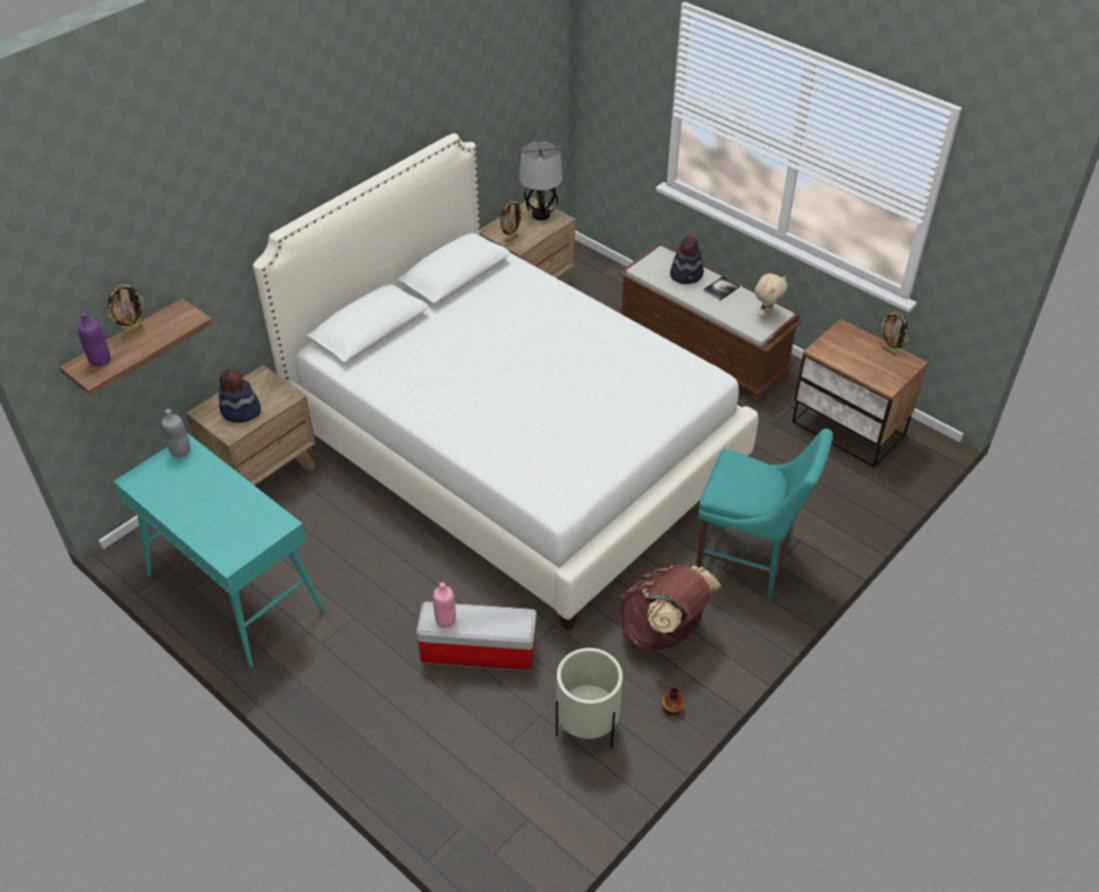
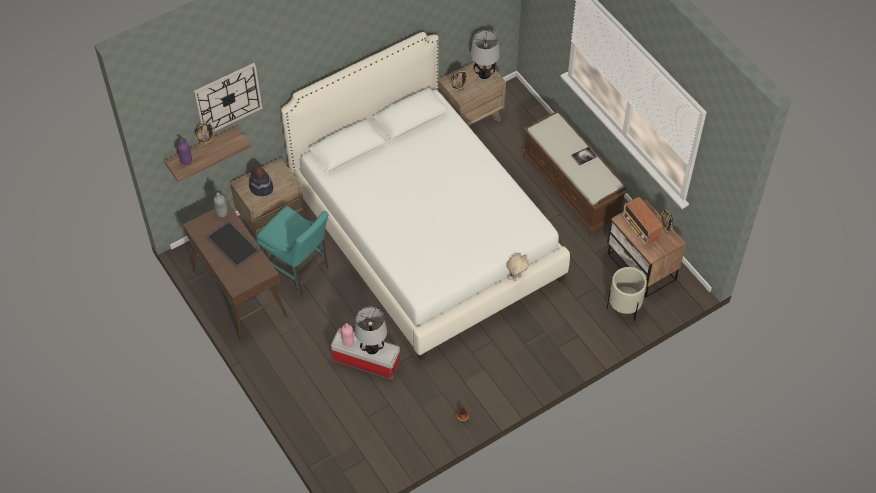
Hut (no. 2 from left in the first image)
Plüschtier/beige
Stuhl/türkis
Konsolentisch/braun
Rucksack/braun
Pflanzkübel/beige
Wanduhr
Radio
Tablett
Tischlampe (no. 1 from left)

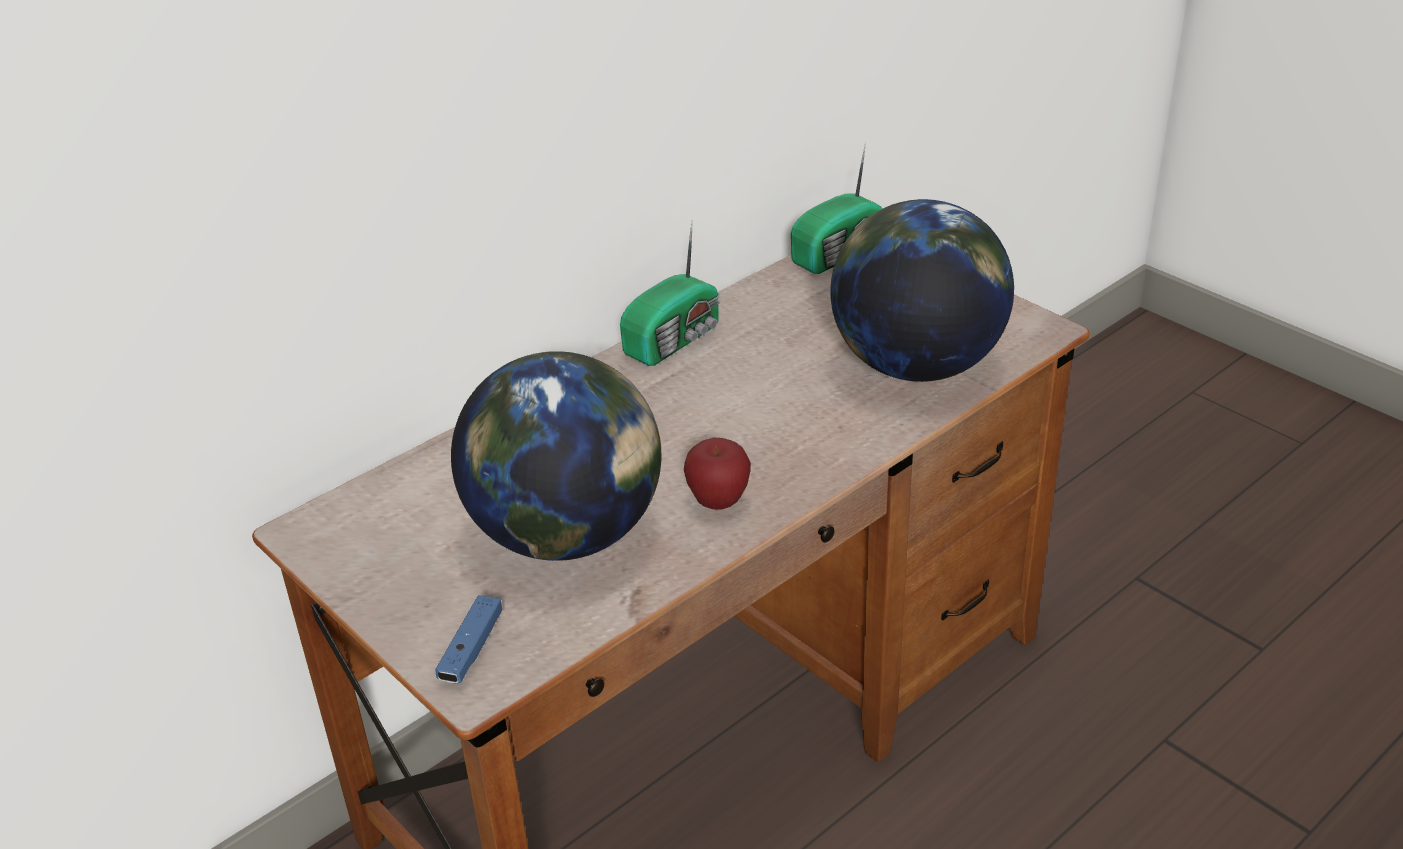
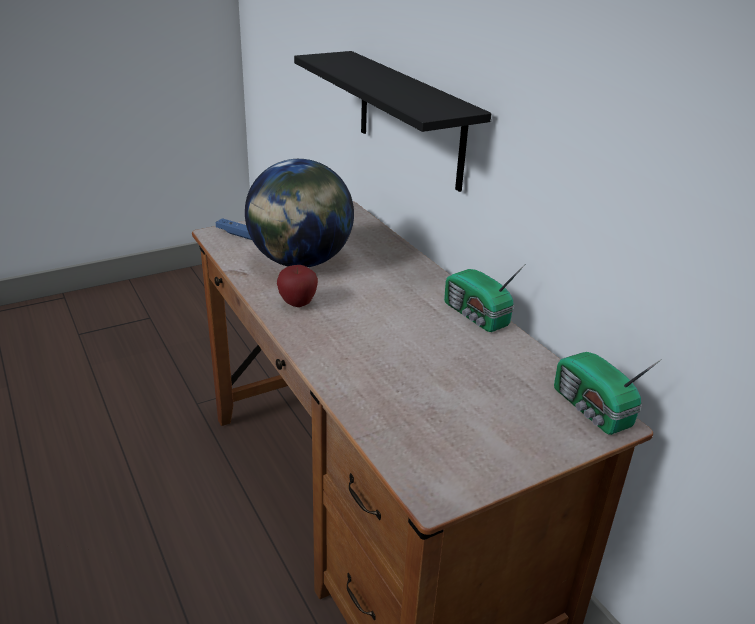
Globus (no. 2 from left in the first image)
Wandregal/schwarz

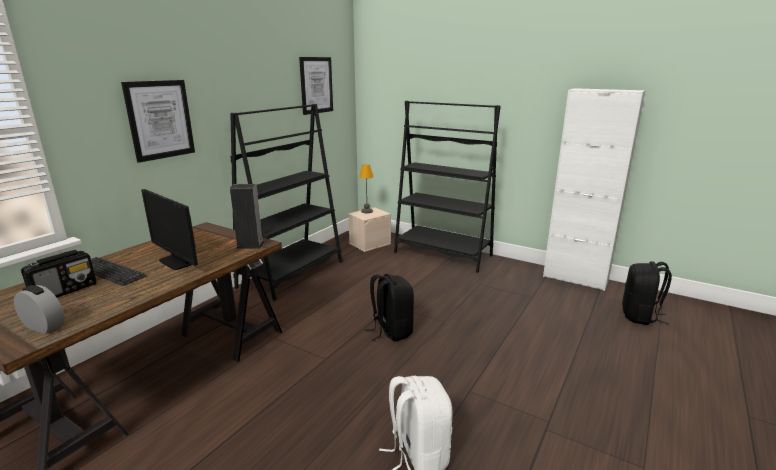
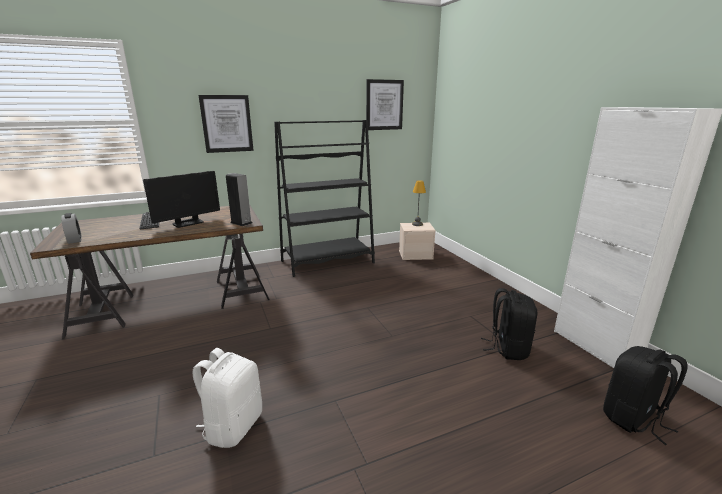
Bücherregal/schwarz (no. 2 from left in the first image)
Monitor
Radio
Rucksack/schwarz (no. 1 from left)

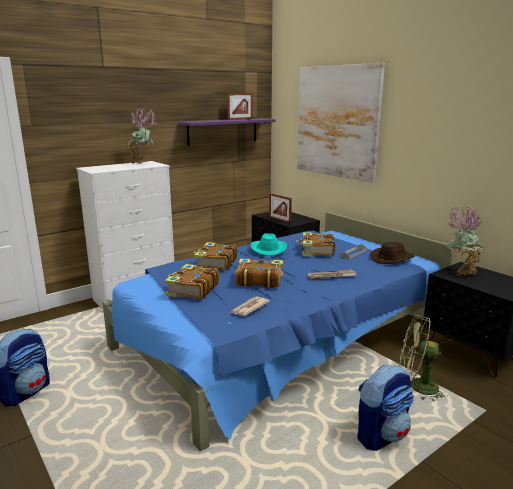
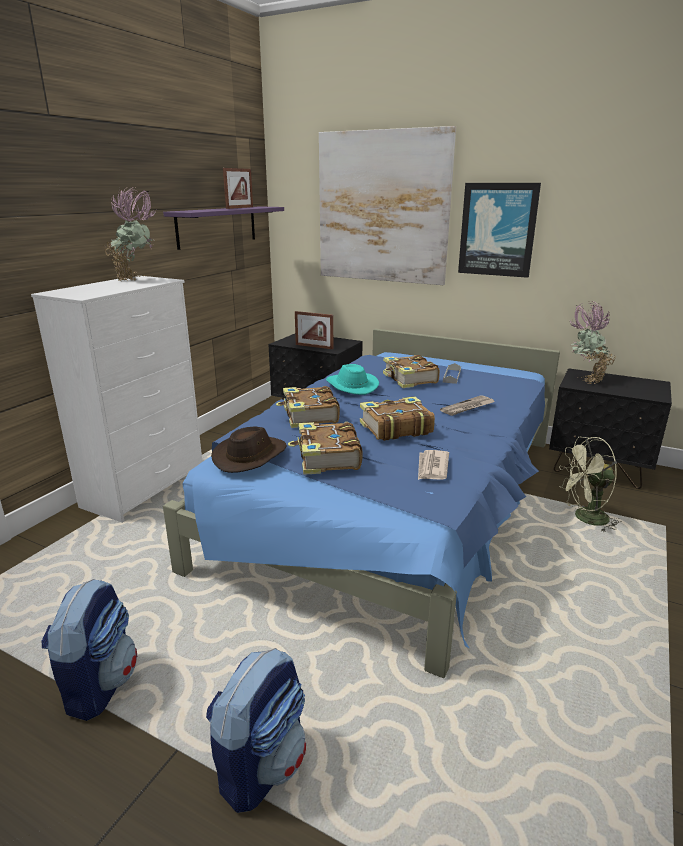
Hut/braun
Rucksack (no. 2 from left)
Bild (no. 2 from left)

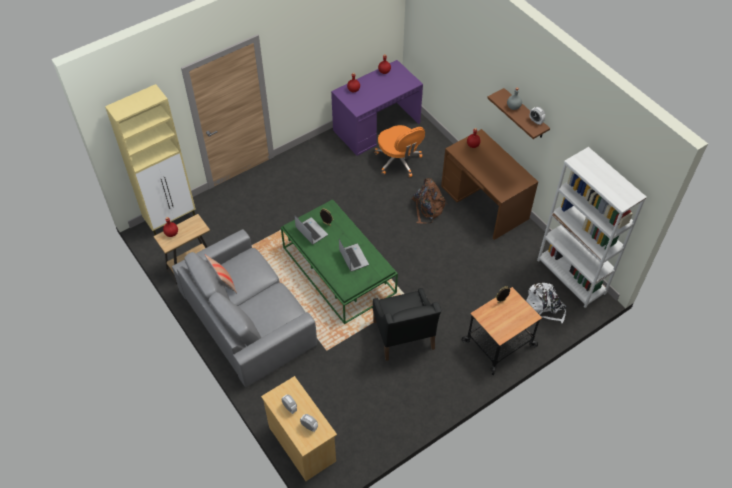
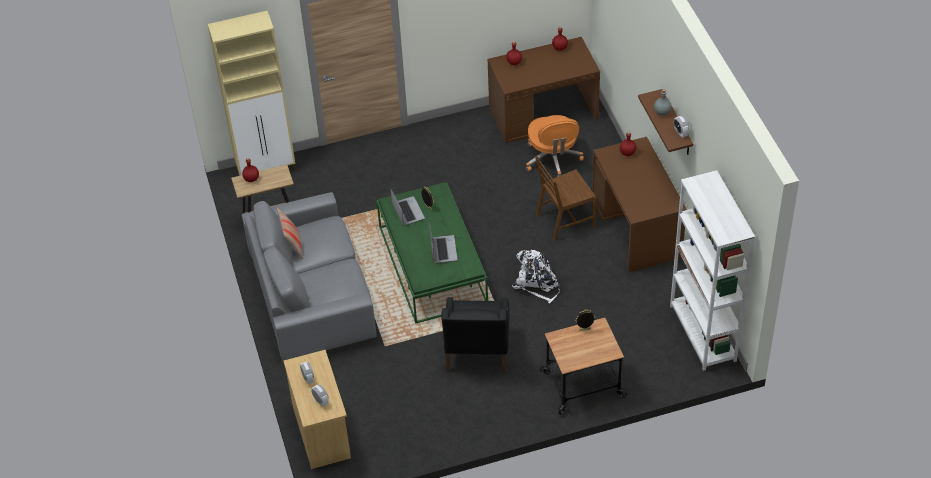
Schreibtisch/braun (no. 1 from left)
Stuhl/braun
Rucksack/weiß

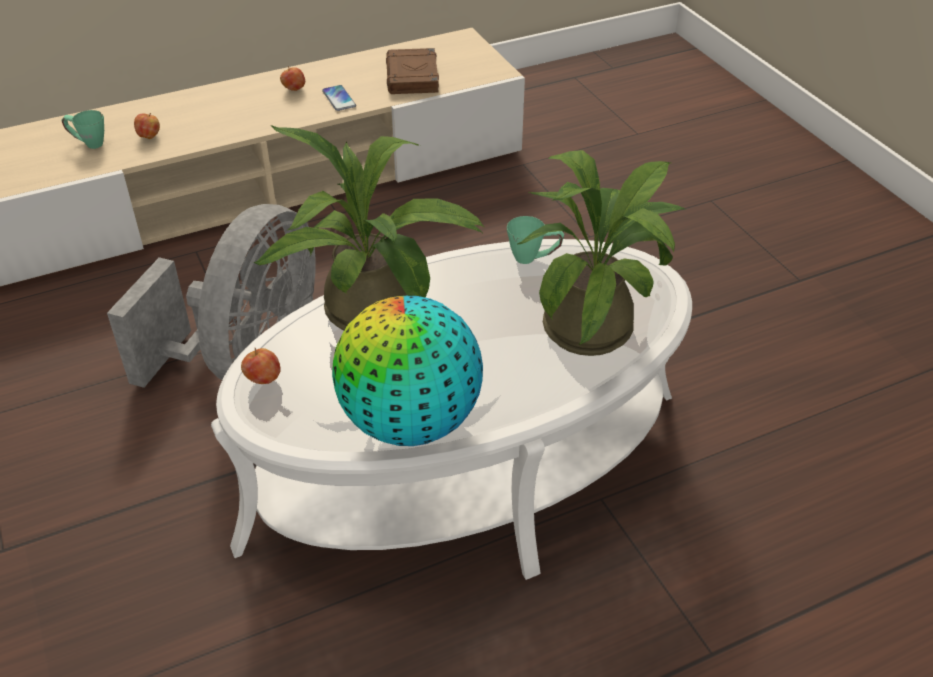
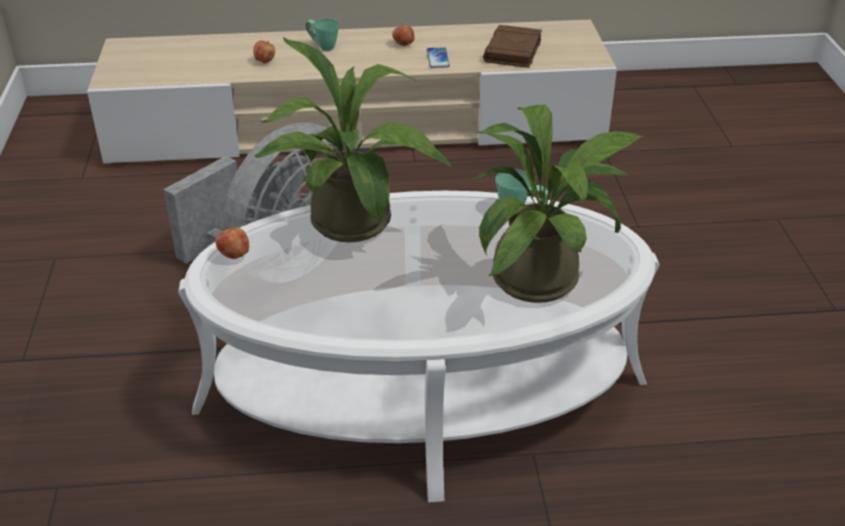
Henkelbecher/grün (no. 1 from left)
Globus

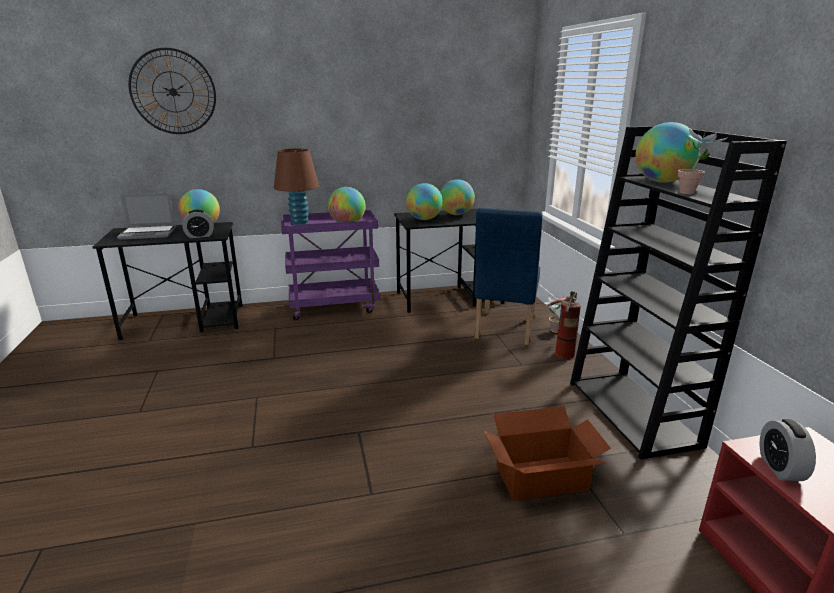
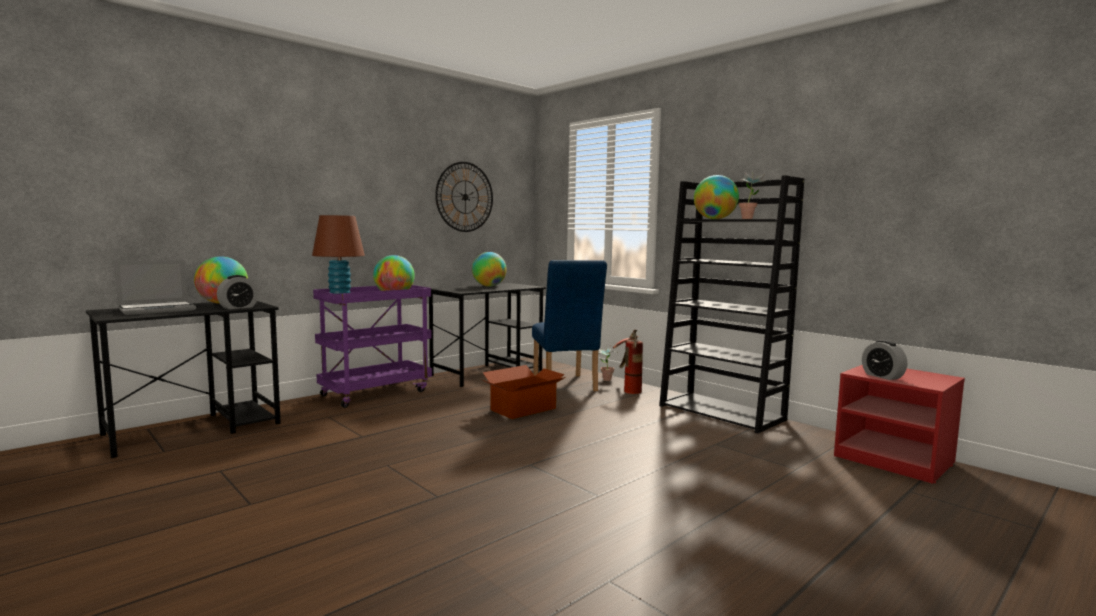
Wanduhr
Globus (no. 3 from left in the first image)
Karton

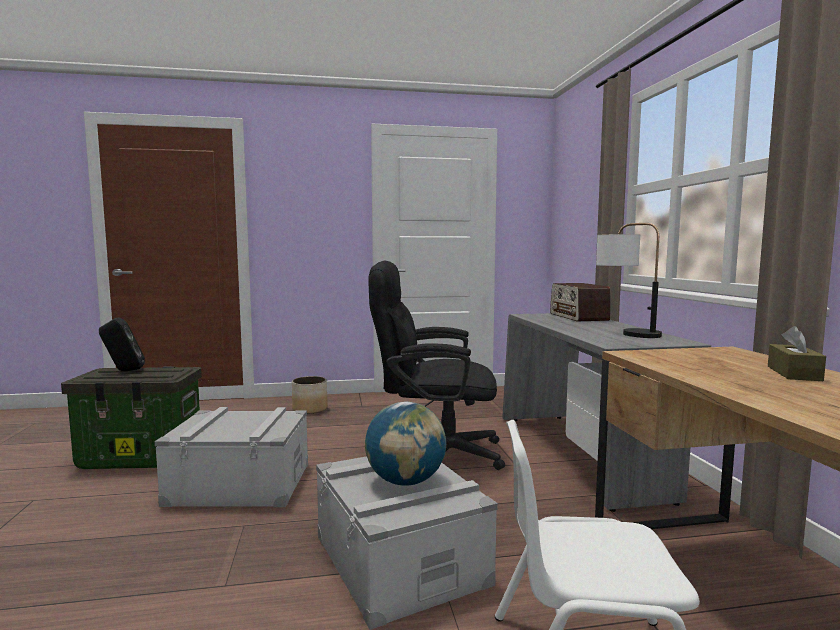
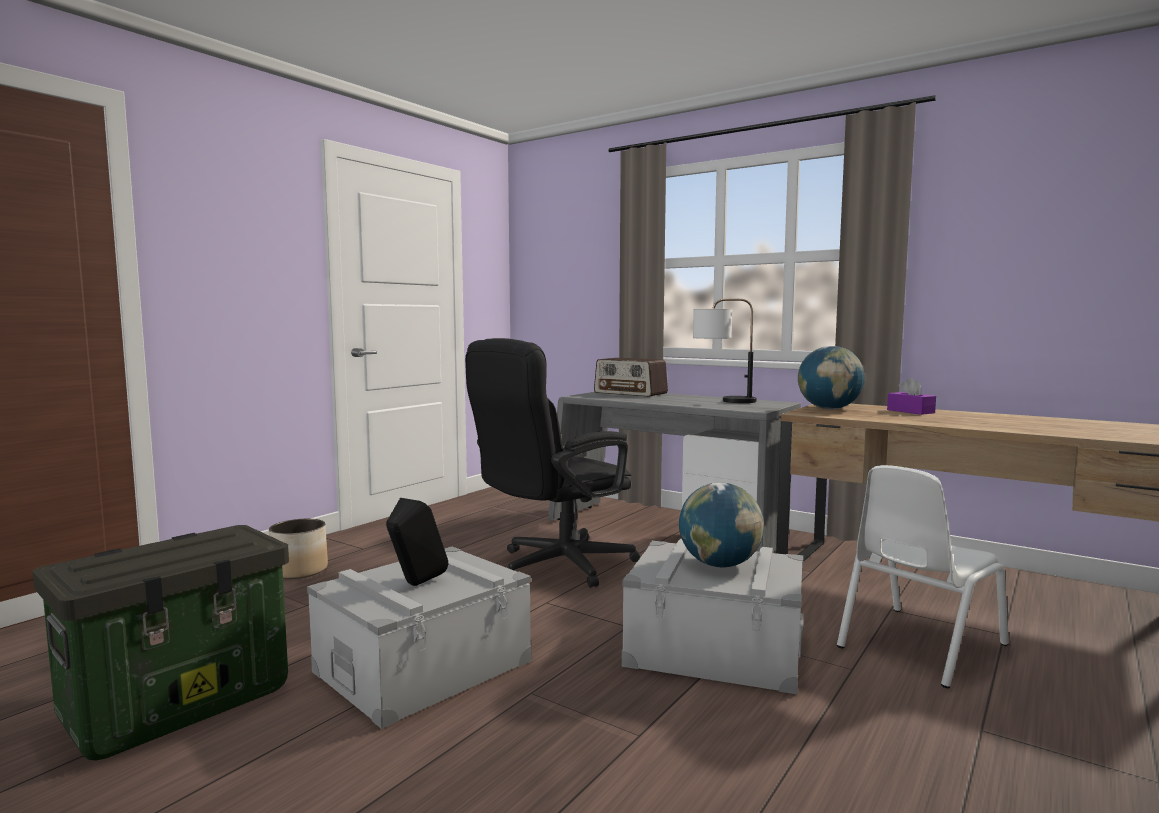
Lautsprecher/schwarz
Taschentuchbox/lila
Globus (no. 2 from left)

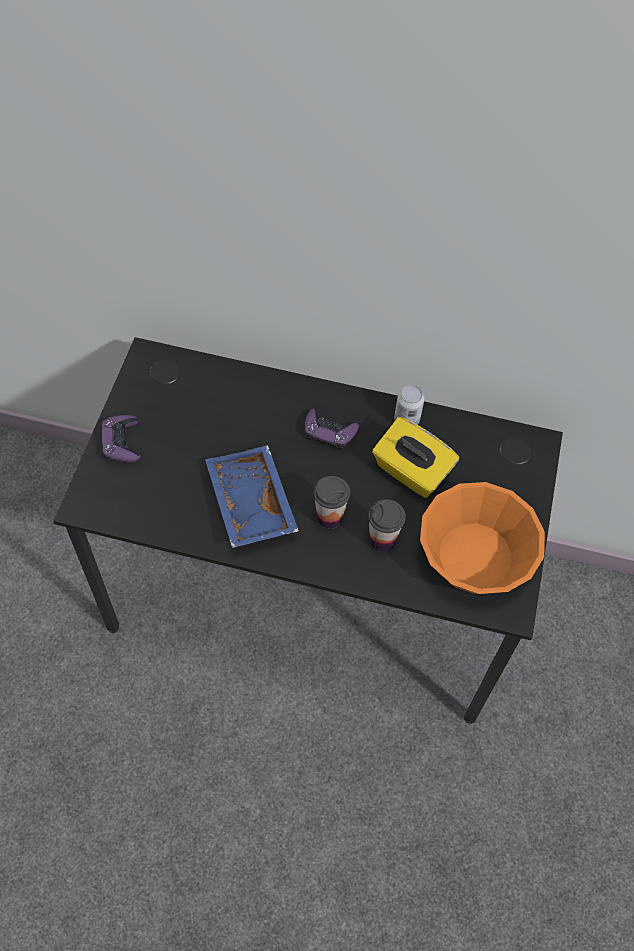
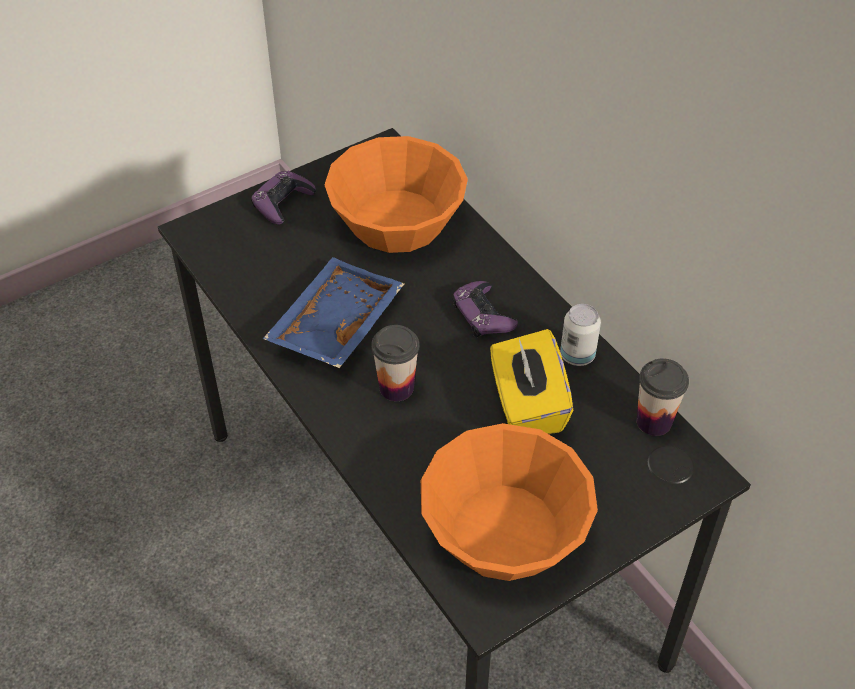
Tasse (no. 2 from left)
Schüssel/orange (no. 1 from left)

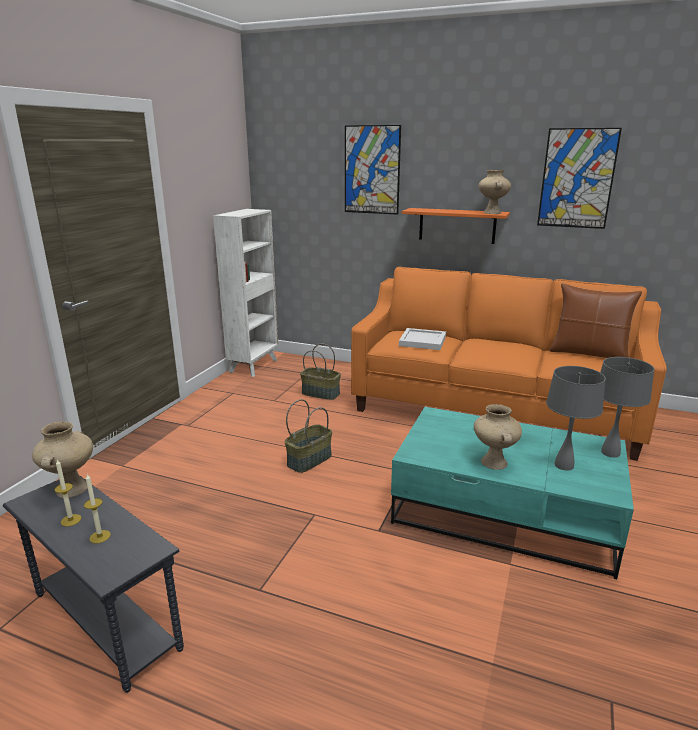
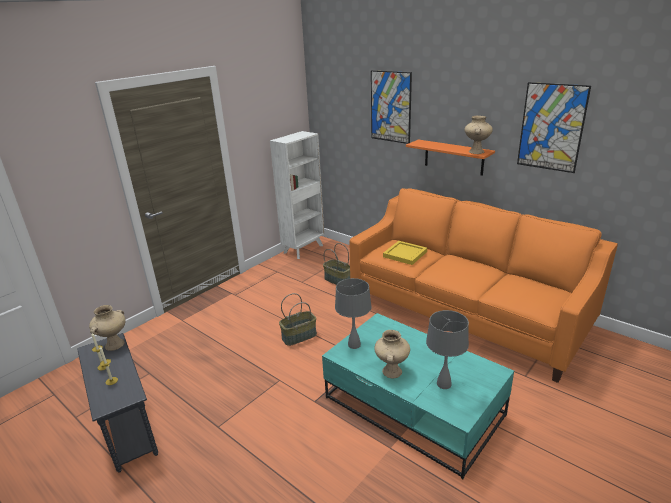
Kissen/braun
Tablett/gelb
Tischlampe/grau (no. 1 from left)

